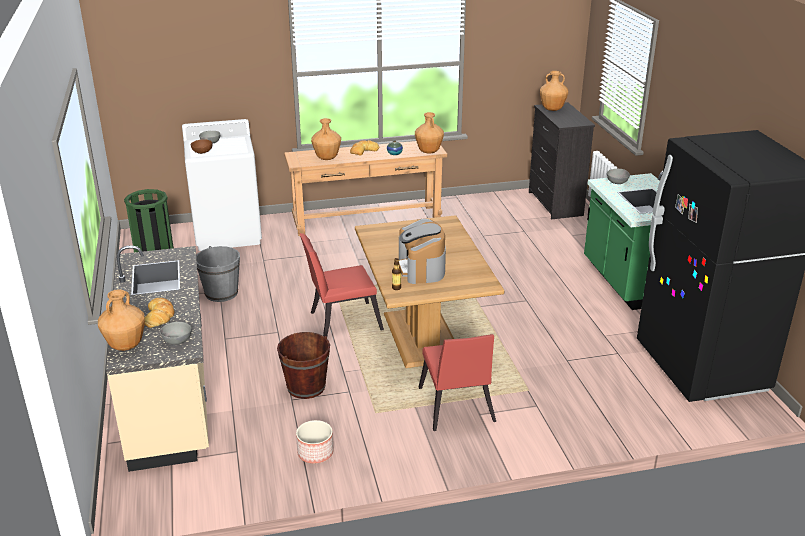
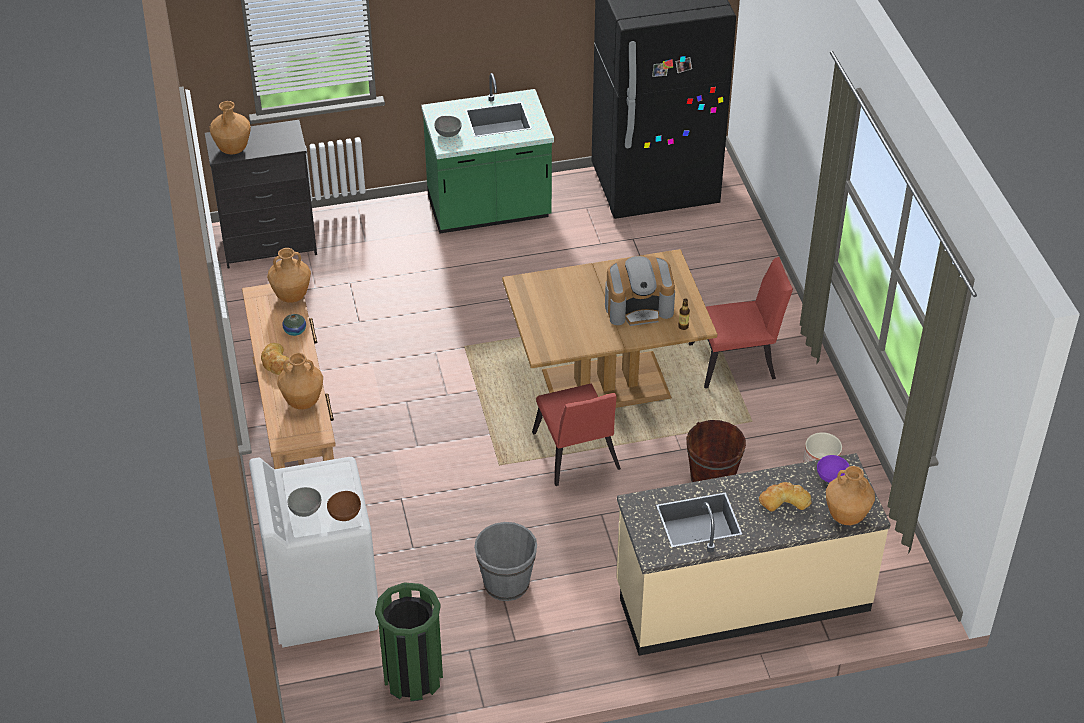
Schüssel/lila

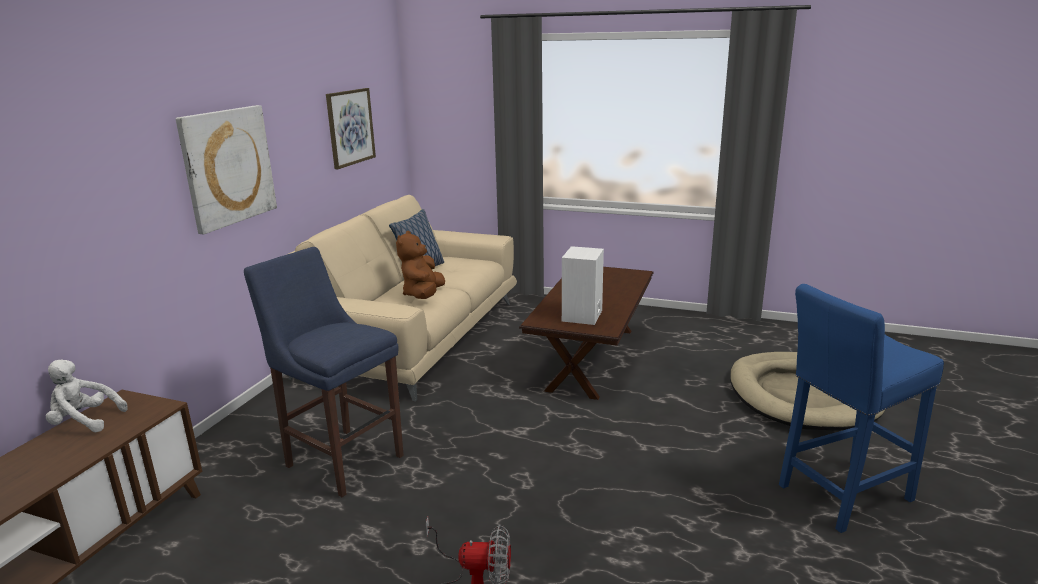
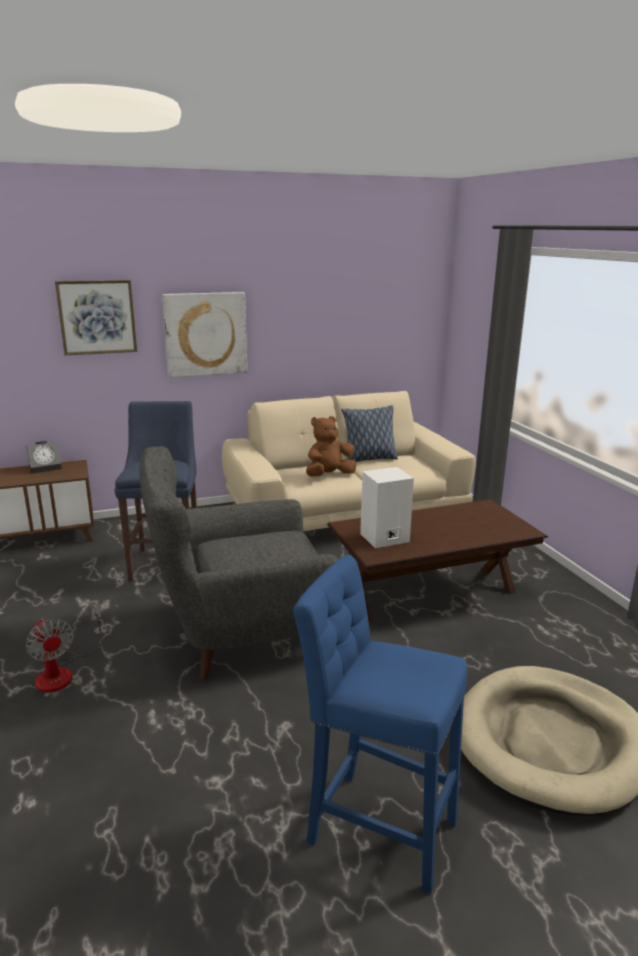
Bild (no. 1 from left)
Wecker
Sessel/grau

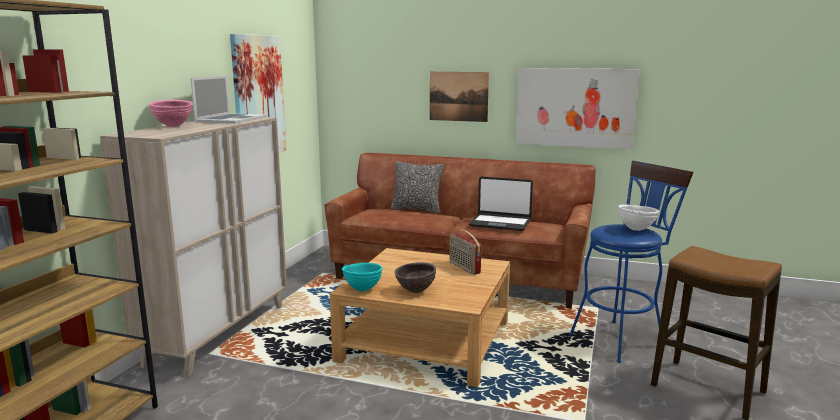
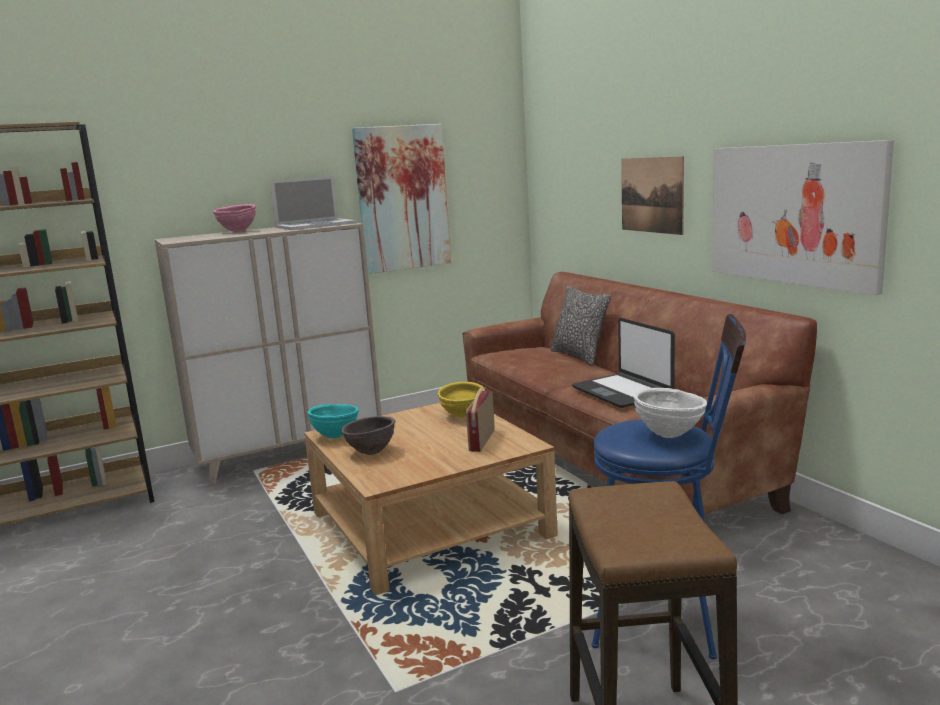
Schüssel/gelb

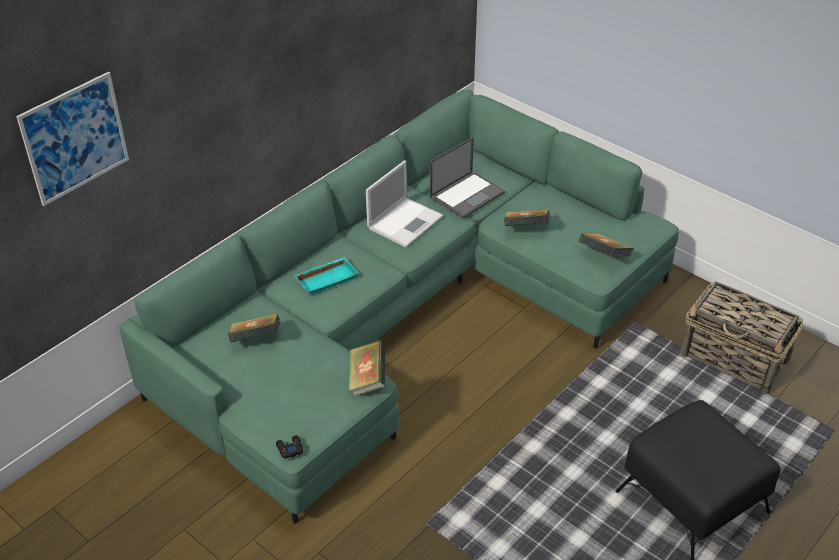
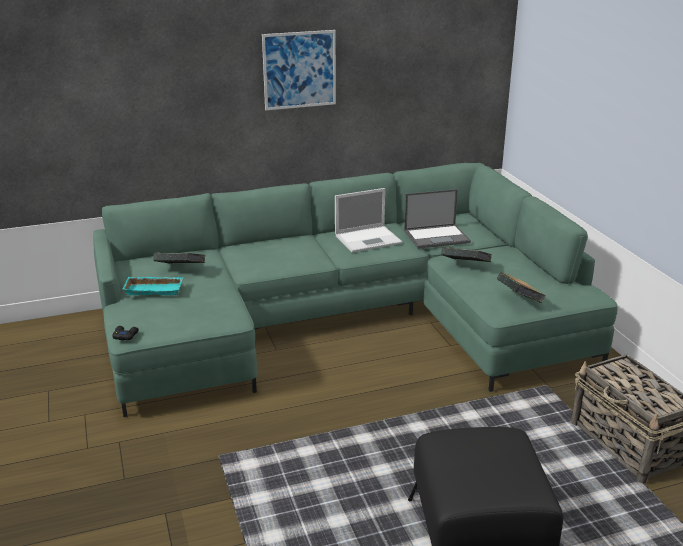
Bild
Tablett/türkis
Buch (no. 2 from left in the first image)

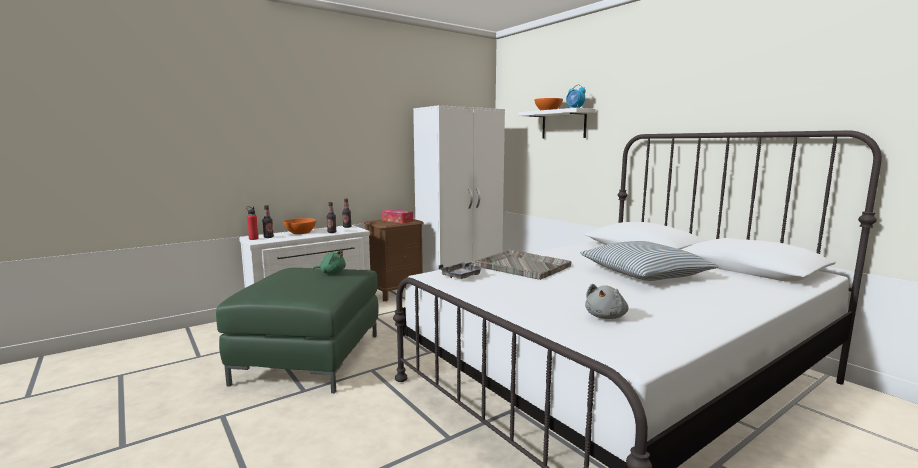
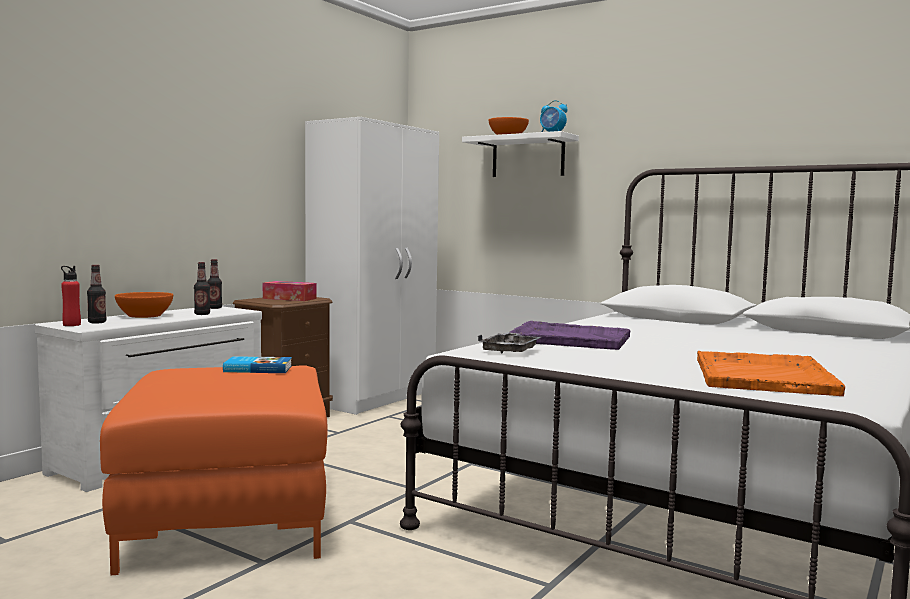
Kissen
Tablett/lila
Buch
Polsterhocker/orange
Tablett/orange

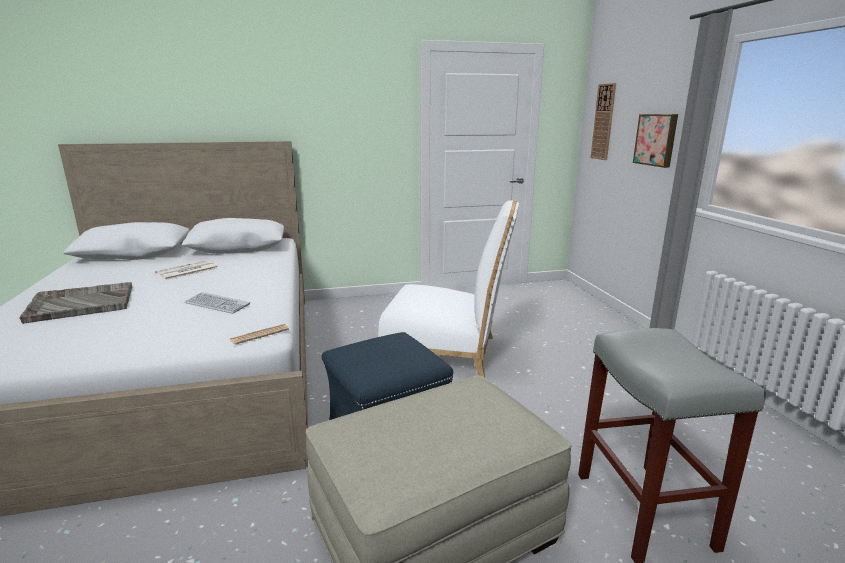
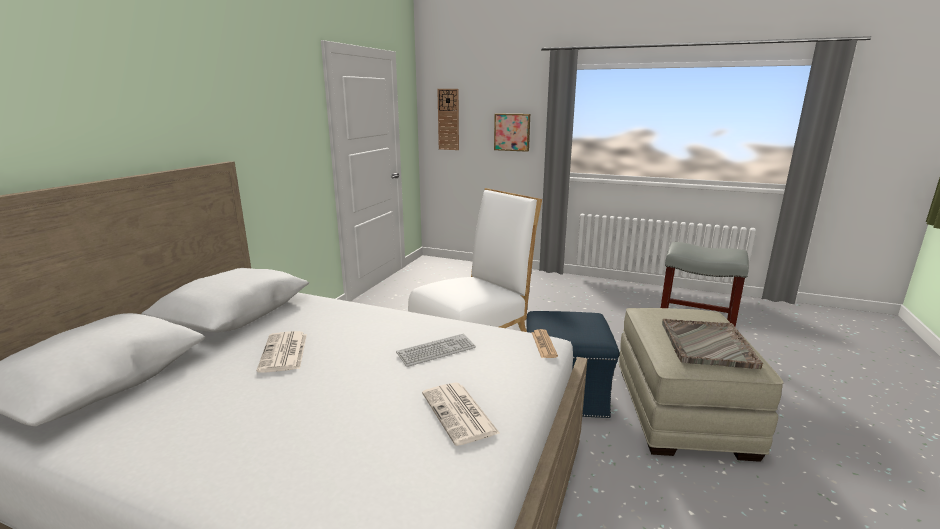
Tablett/grau
Zeitung (no. 2 from left)

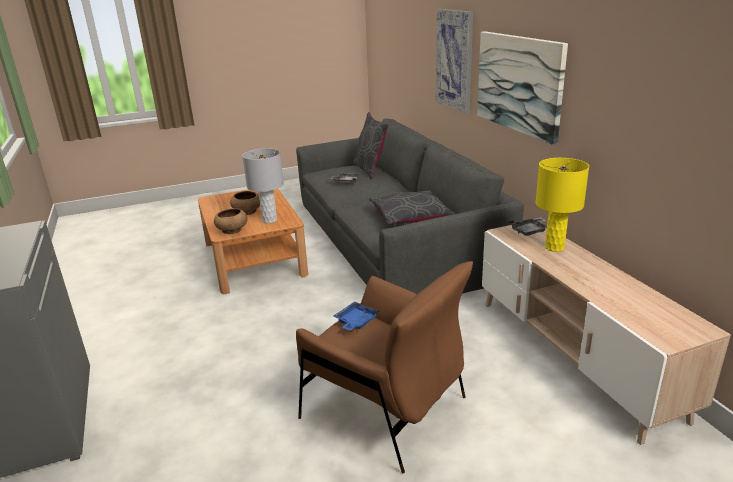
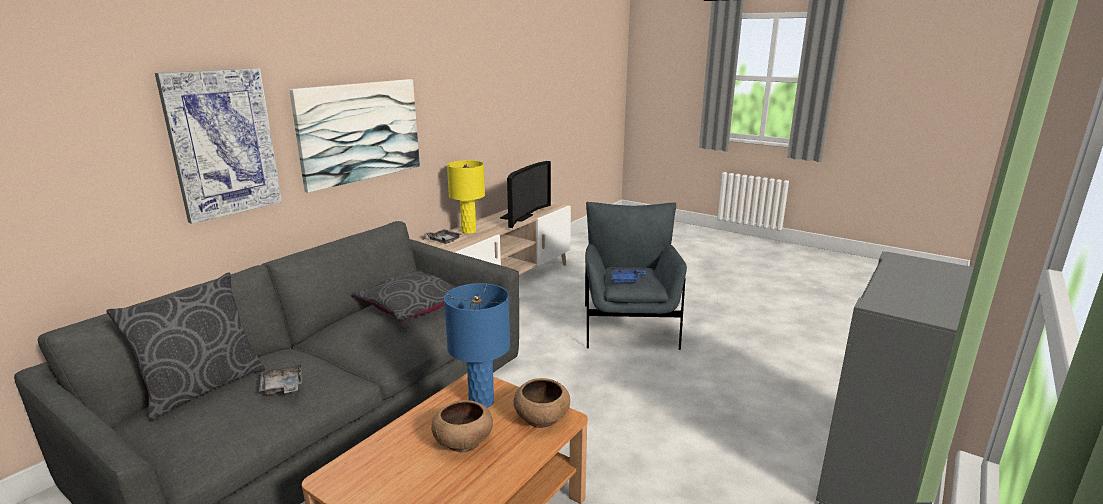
Tischlampe/blau
Sessel/grau
Fernseher

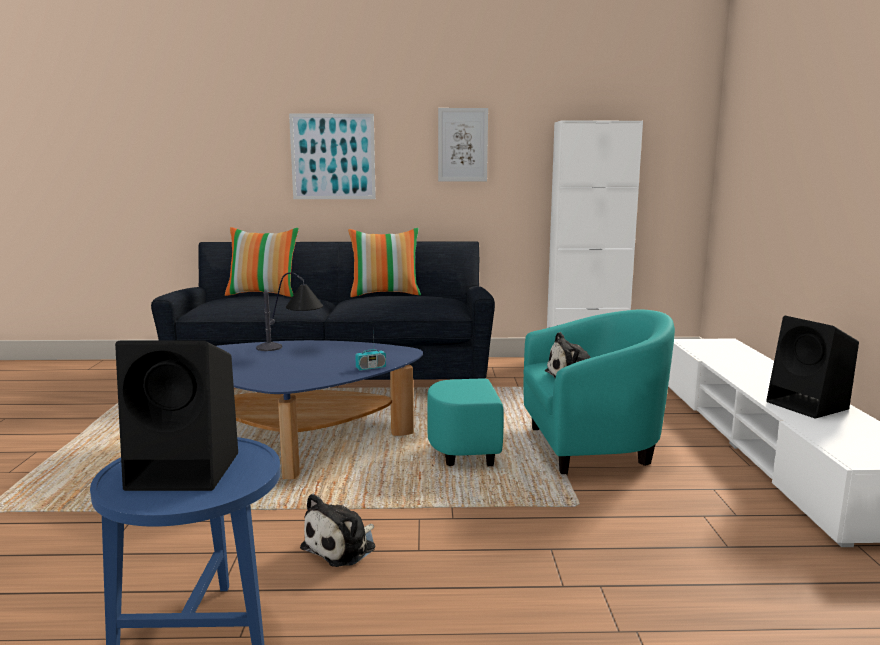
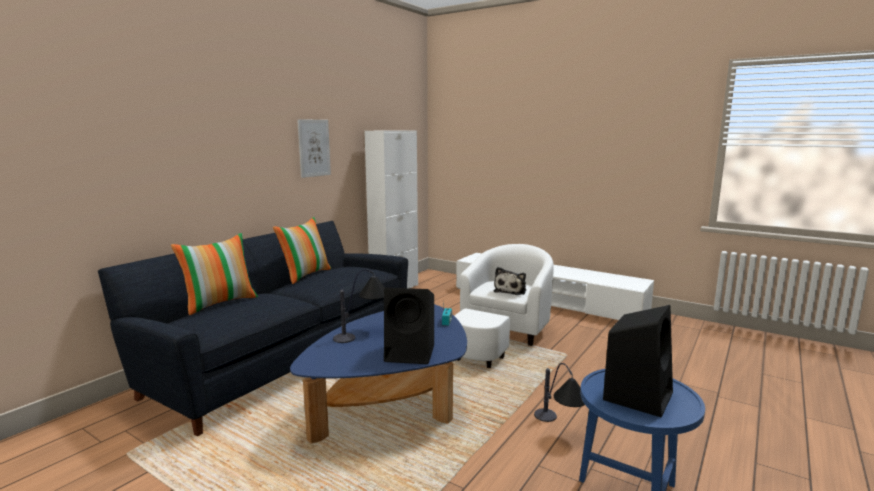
Bild (no. 1 from left in the first image)
Sessel/weiß
Lautsprecher/schwarz (no. 1 from left)
Tischlampe (no. 2 from left)

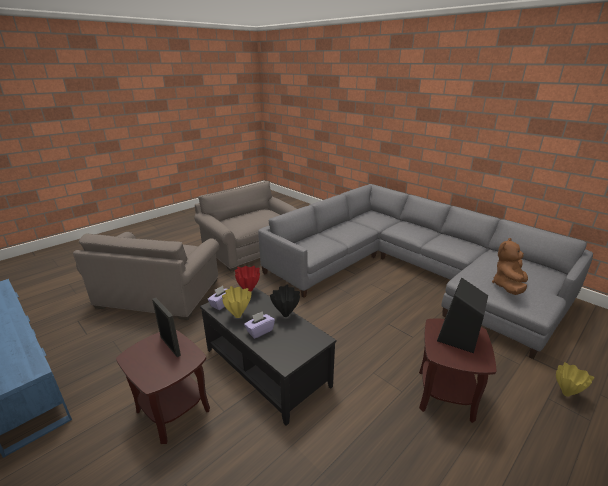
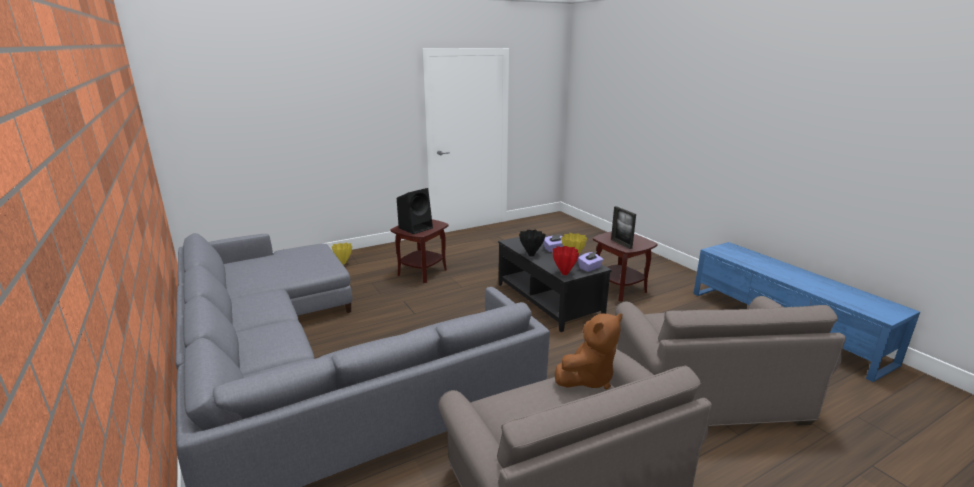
Sessel/grau (no. 2 from left)
Plüschtier/braun

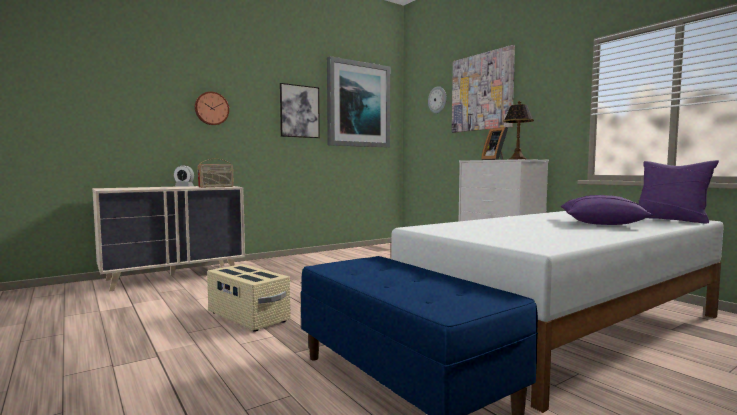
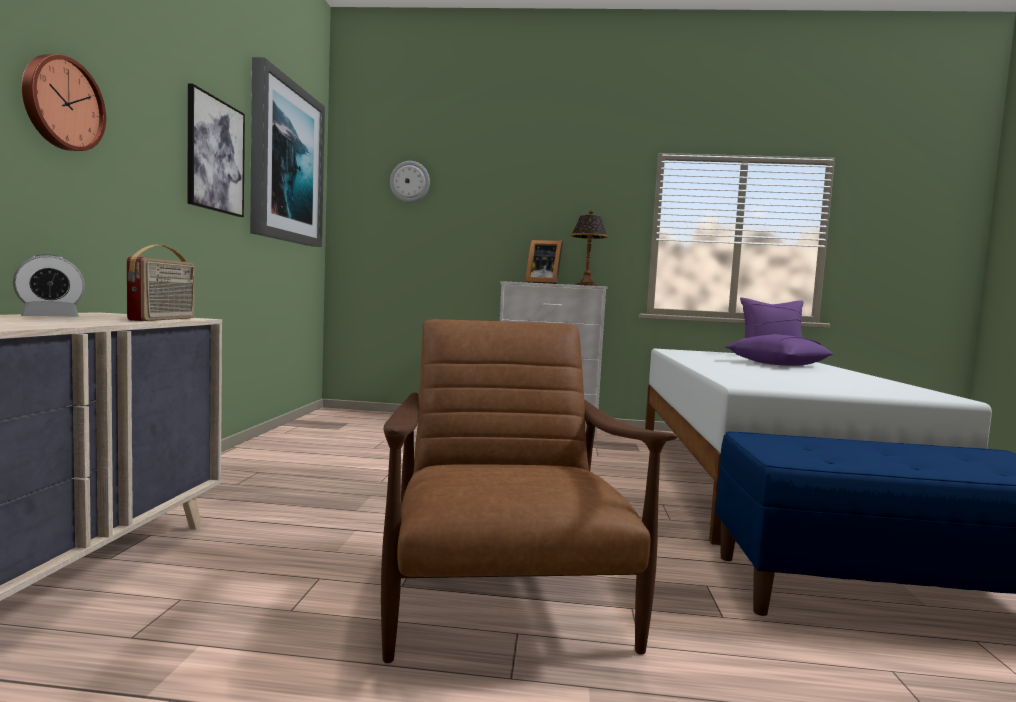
Bild (no. 3 from left in the first image)
Sessel/braun

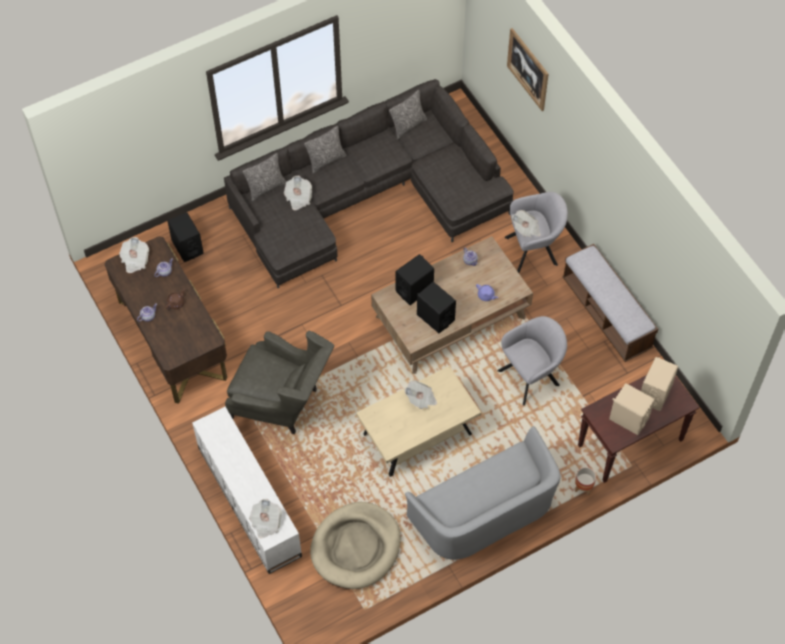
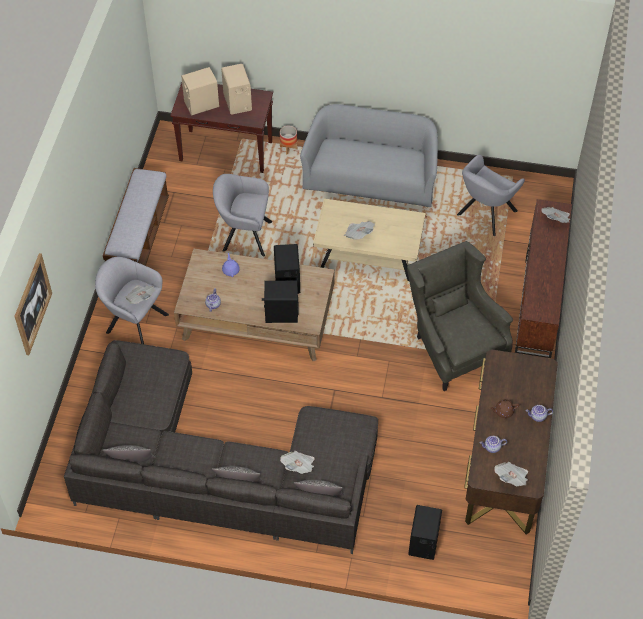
Fernsehschrank/braun
Sessel/grau (no. 4 from left)

